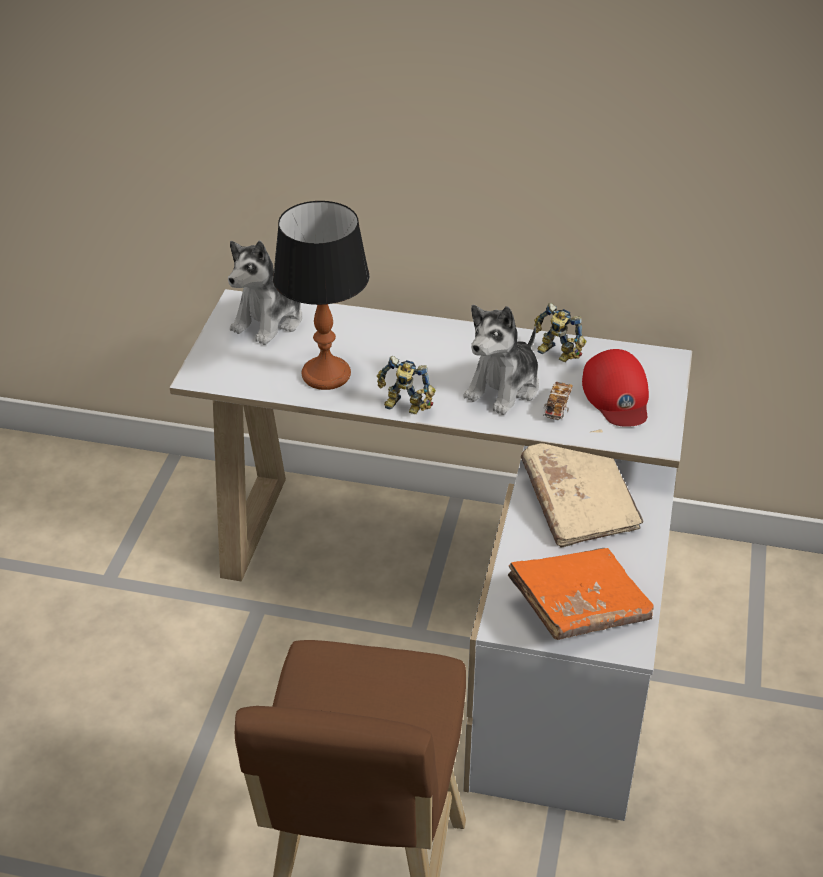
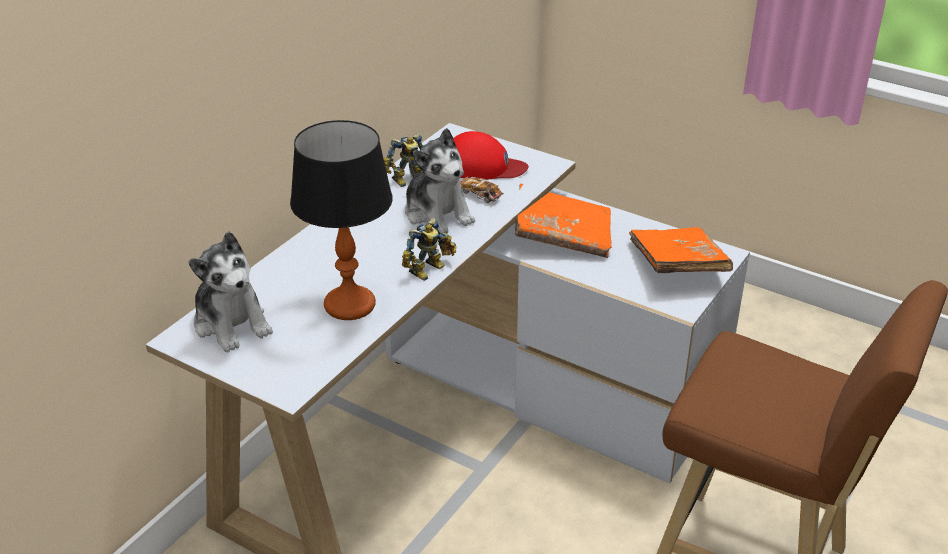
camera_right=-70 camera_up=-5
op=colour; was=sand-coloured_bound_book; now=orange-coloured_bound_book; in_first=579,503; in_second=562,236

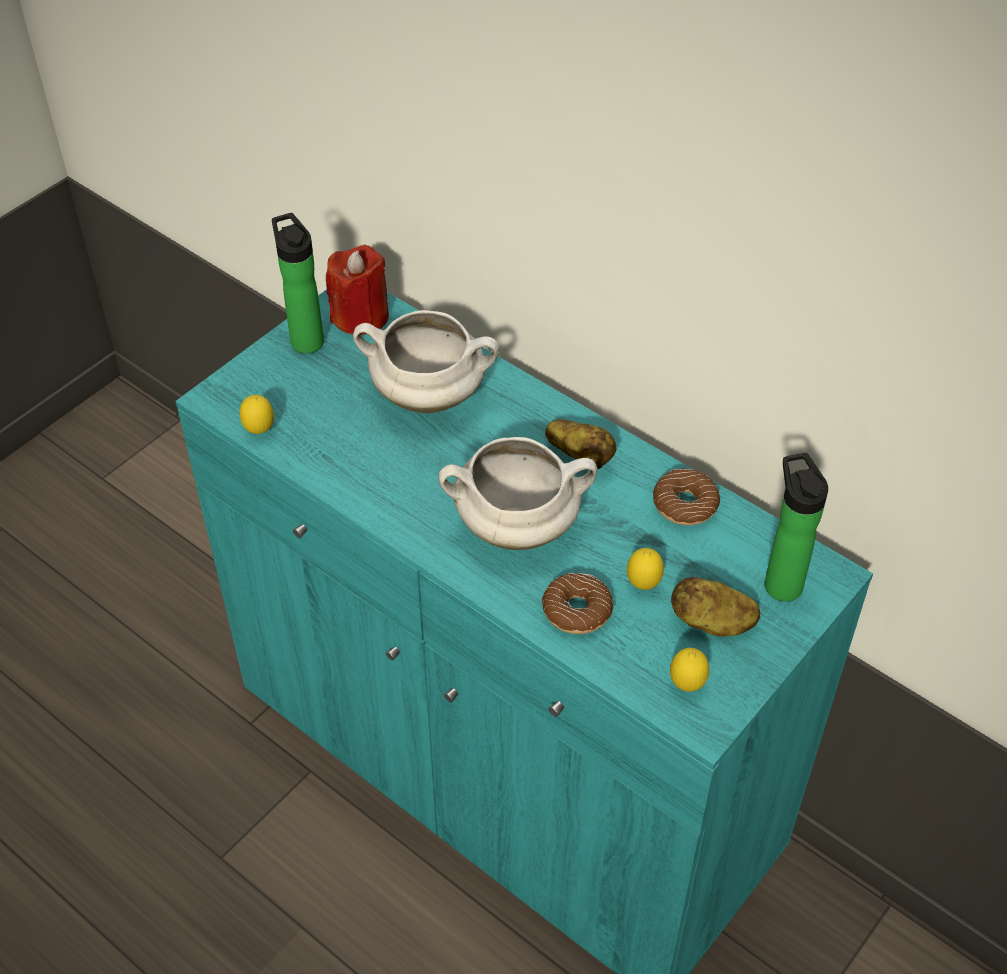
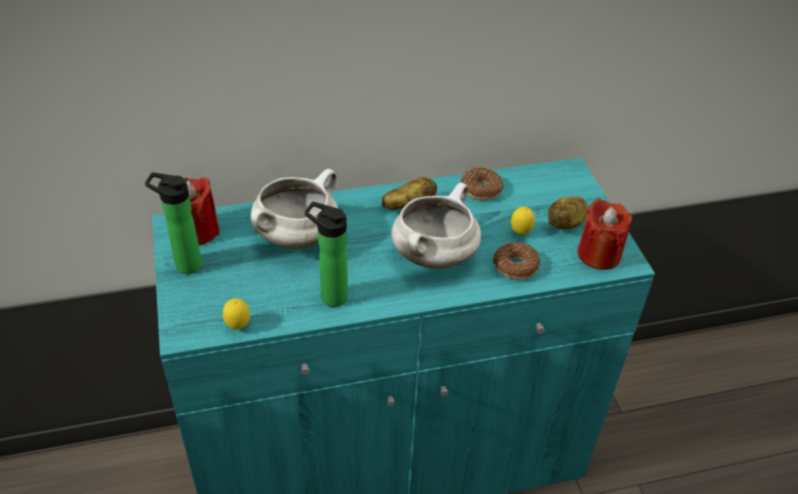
camera_right=-55 camera_up=-5
op=relocated; was=beverage_bottle; in_first=781,581; in_second=330,296
op=exchanged; was=citrus_fruit; now=red-coloured_wax_light; in_first=686,685; in_second=599,254

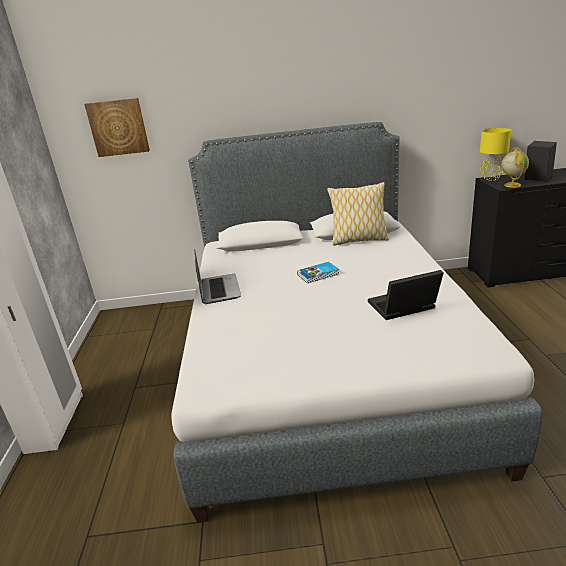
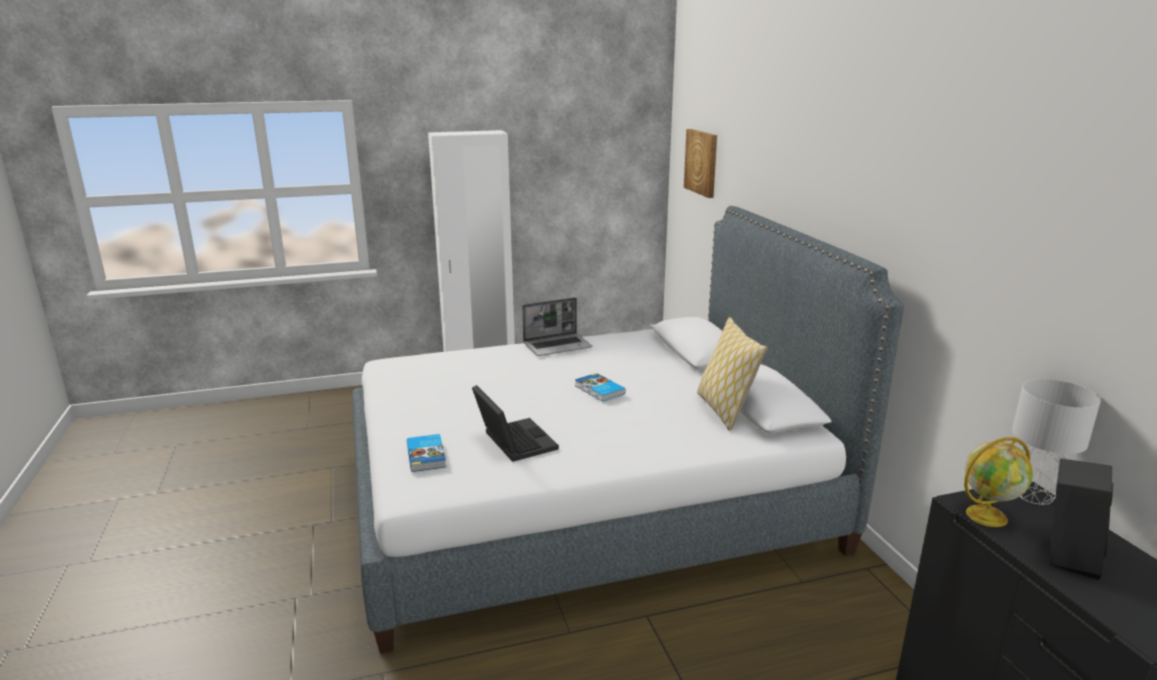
camera_right=75 camera_up=-5
op=colour; was=yellowish_tabletop_lamp; now=gray_tabletop_lamp; in_first=491,178; in_second=1033,496
op=appeared; now=bound_book; in_second=427,455

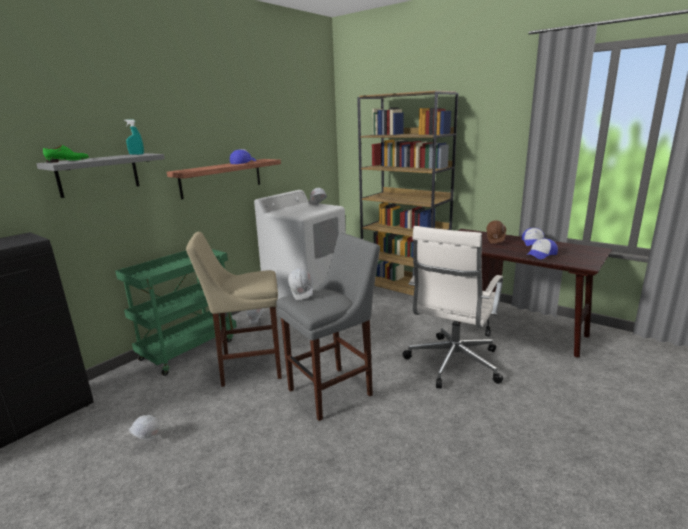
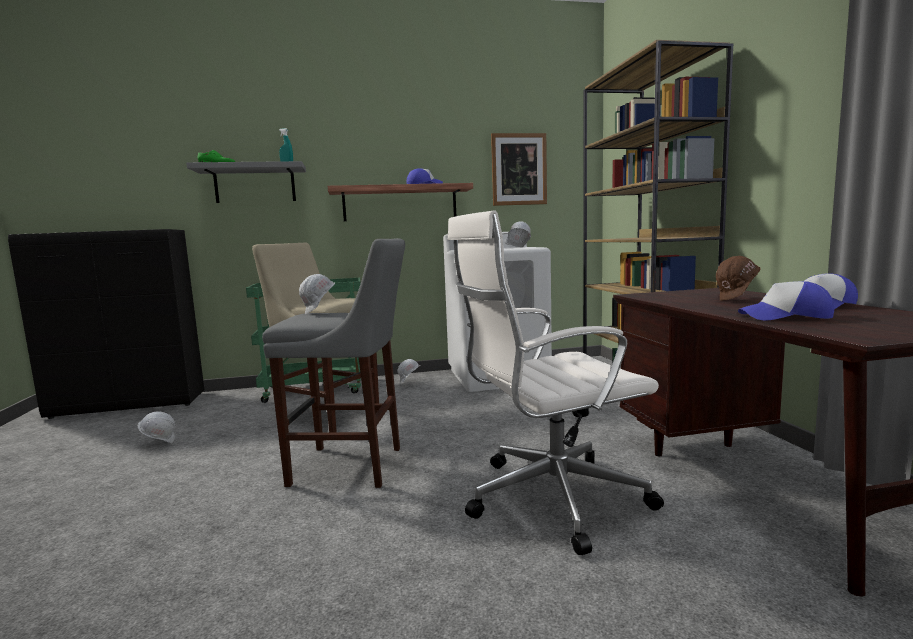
camera_right=40 camera_up=-10
op=appeared; now=wall_picture; in_second=519,169

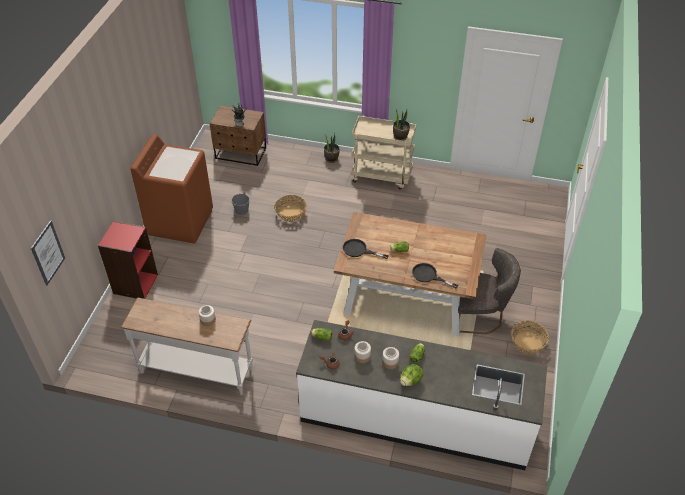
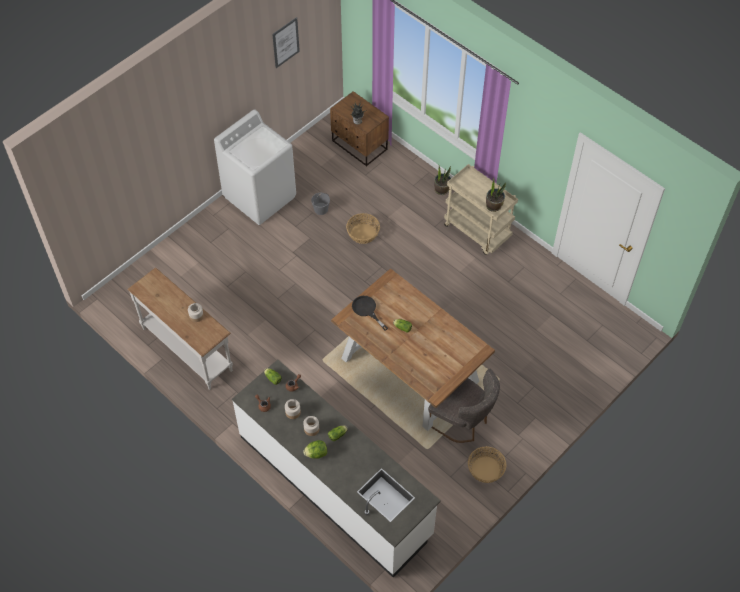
camera_right=30 camera_up=10
op=colour; was=brown-coloured_laundry_machine; now=white_laundry_machine; in_first=180,221; in_second=260,196
op=relocated; was=wall_picture; in_first=48,253; in_second=285,42
op=missing; was=red-coloured_bookcase; in_first=135,284
op=missing; was=black_skillet; in_first=428,276

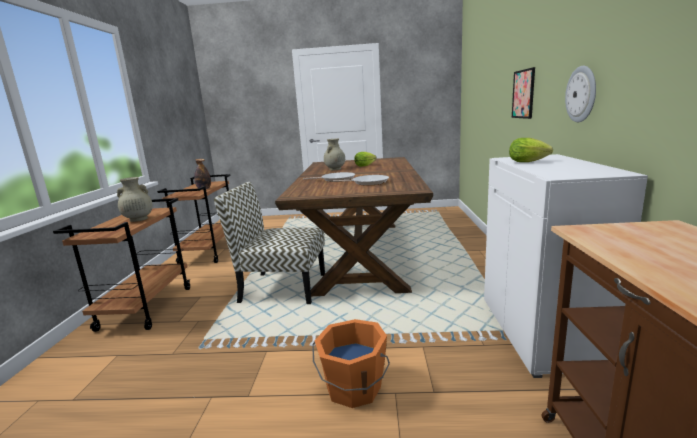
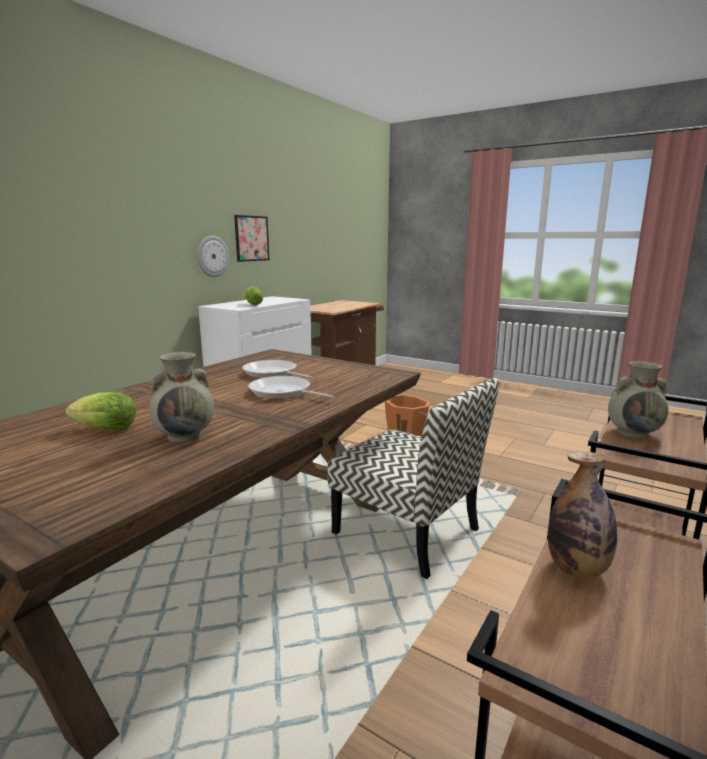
camera_right=-150 camera_up=0
op=relocated; was=wall_picture; in_first=523,94; in_second=251,238

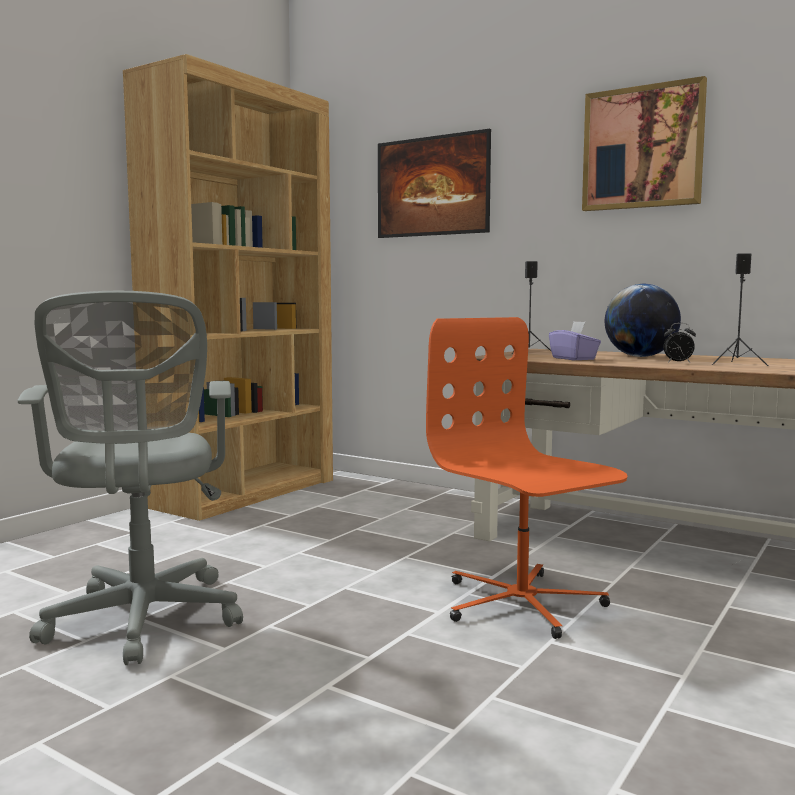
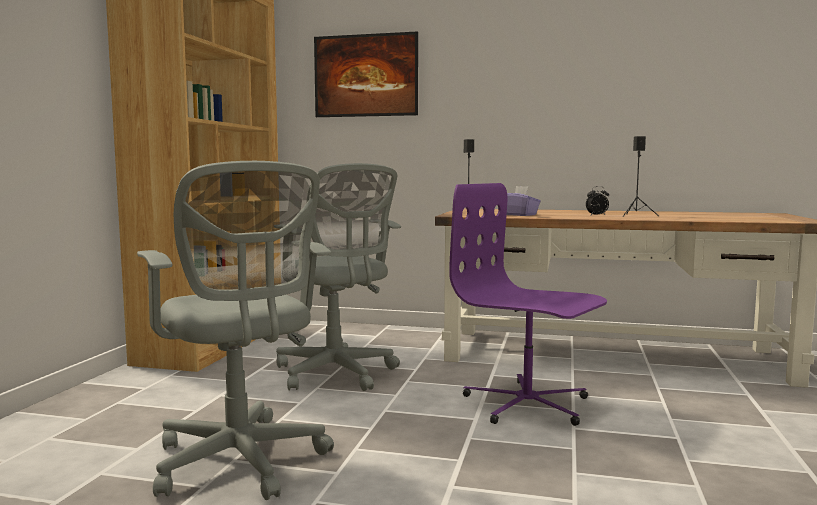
camera_right=-20 camera_up=0
op=missing; was=wall_picture; in_first=642,148
op=missing; was=desk_globe; in_first=640,356
op=colour; was=orange-coloured_computer_chair; now=purple-coloured_computer_chair; in_first=521,603; in_second=527,404
op=appeared; now=gray_computer_chair; in_second=337,374

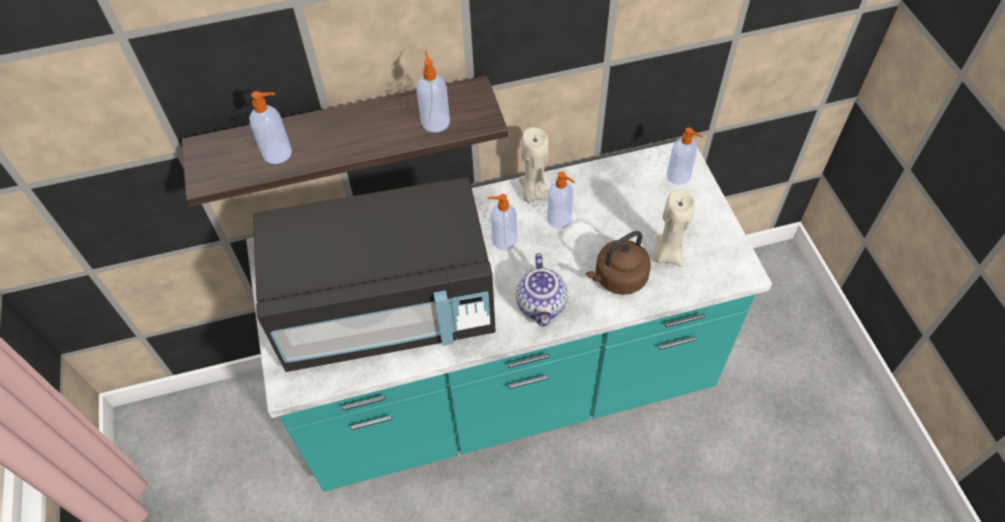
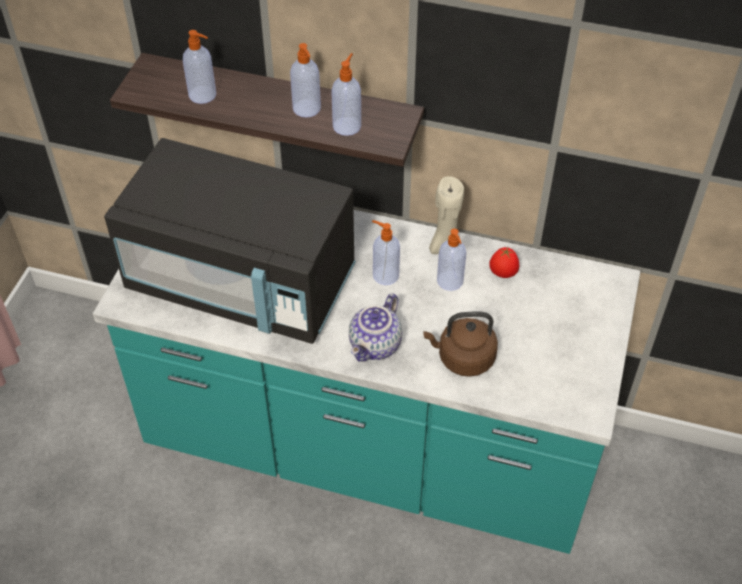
camera_right=30 camera_up=-5
op=relocated; was=soap_dispenser; in_first=679,176; in_second=307,109
op=missing; was=sand-coloured_wax_light; in_first=667,254
op=appeared; now=tomato; in_second=503,274

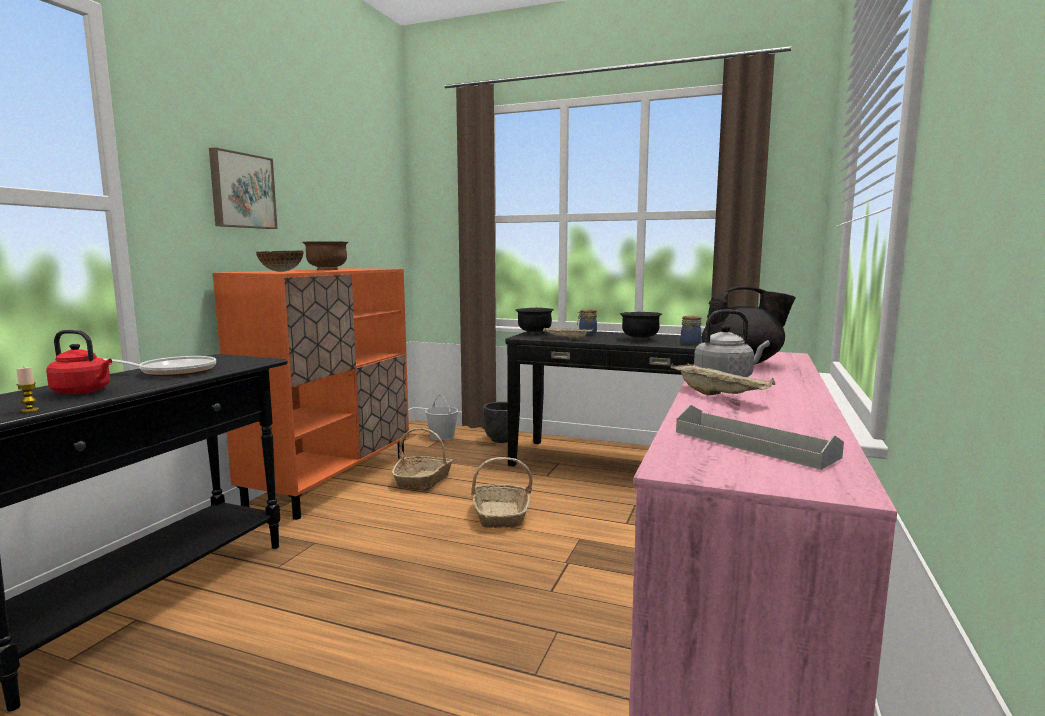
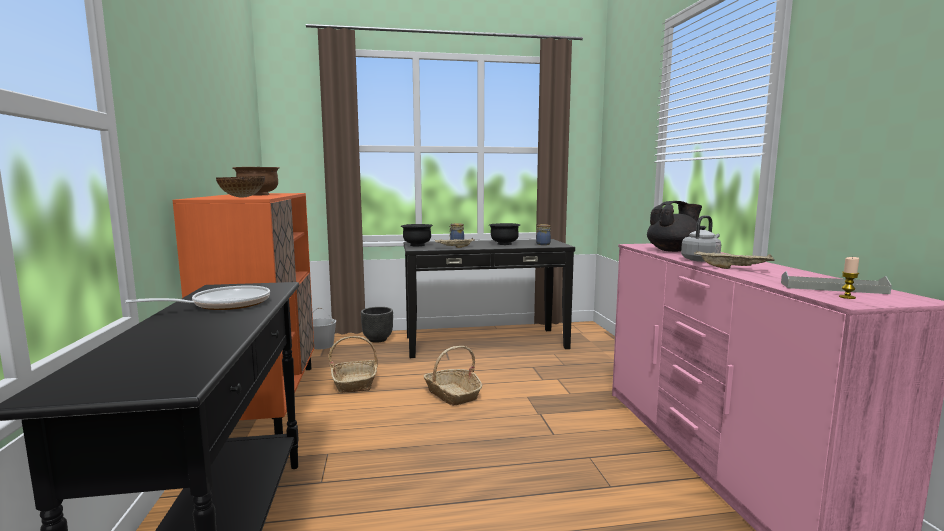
camera_right=-30 camera_up=0
op=missing; was=wall_picture; in_first=241,191
op=missing; was=red-coloured_kettle; in_first=84,391
op=relocated; was=wax_light; in_first=30,410; in_second=847,297

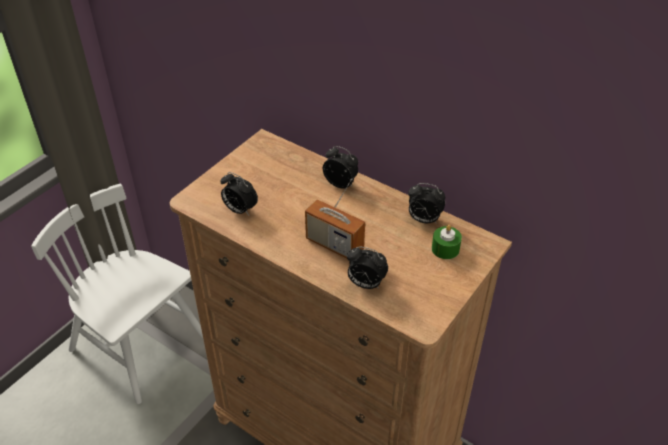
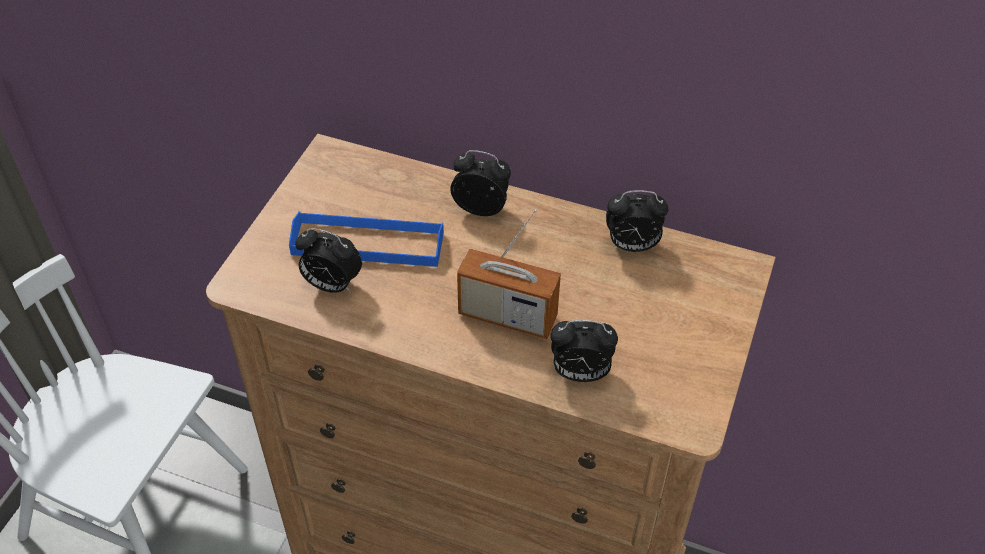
camera_right=-15 camera_up=5
op=missing; was=green_wax_light; in_first=445,249
op=appeared; now=blue-coloured_tray; in_second=368,244

